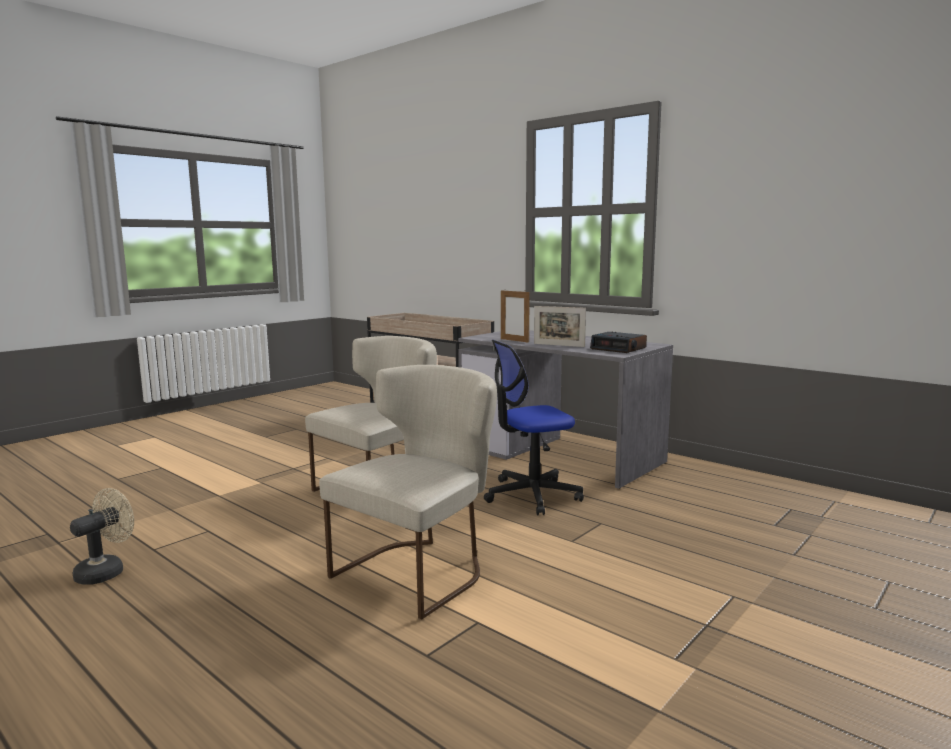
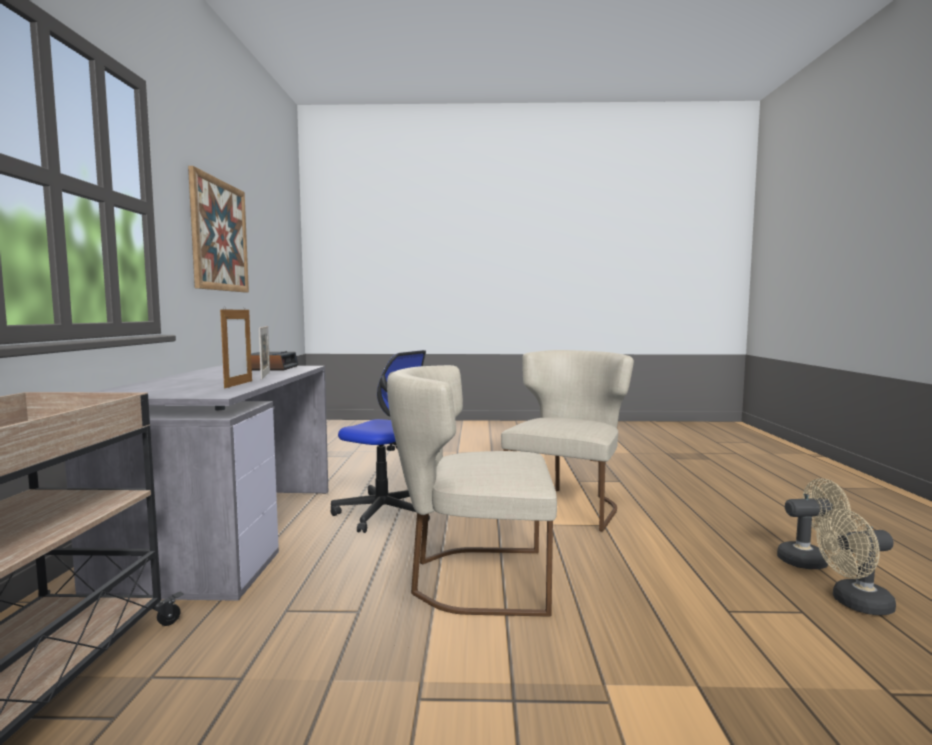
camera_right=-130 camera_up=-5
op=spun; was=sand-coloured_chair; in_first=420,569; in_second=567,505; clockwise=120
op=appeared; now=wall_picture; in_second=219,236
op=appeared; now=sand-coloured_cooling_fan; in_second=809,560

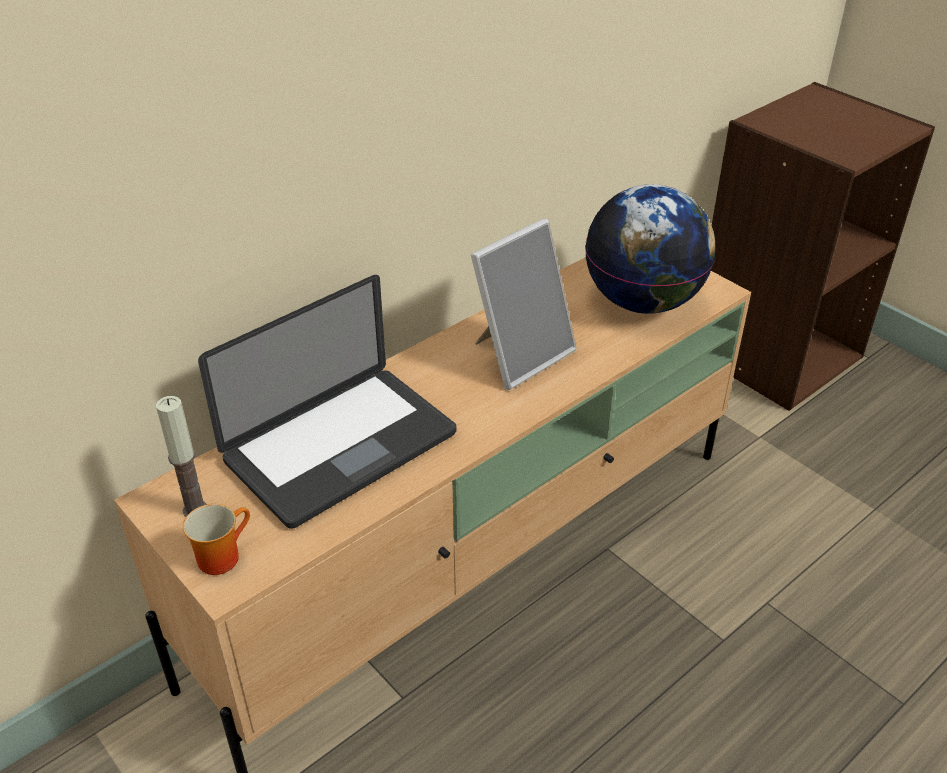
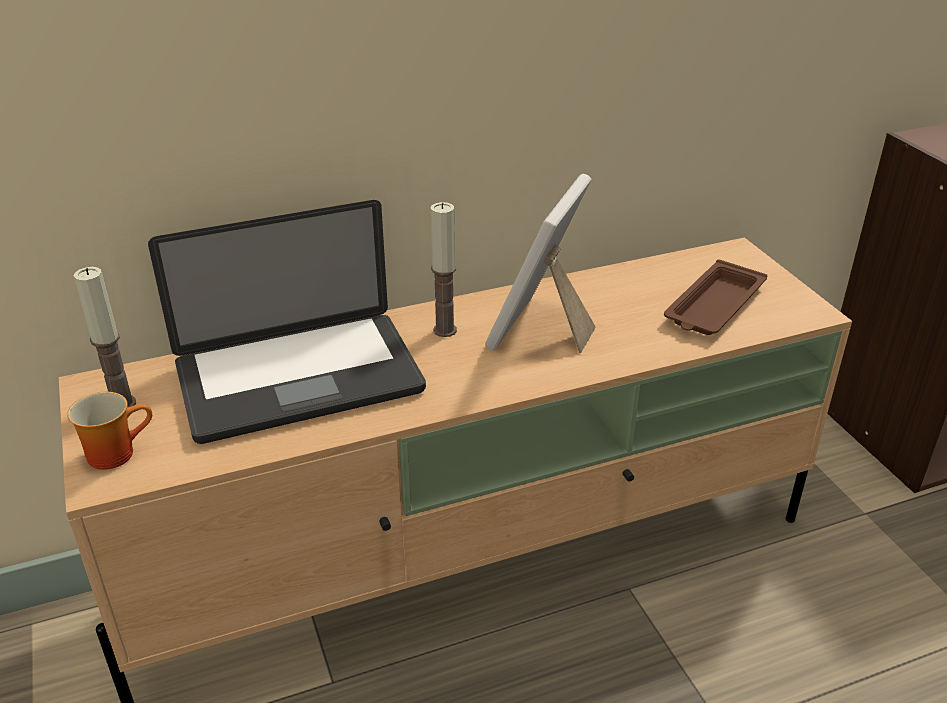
camera_right=20 camera_up=-5
op=exchanged; was=desk_globe; now=brown-coloured_tray; in_first=643,302; in_second=713,306
op=spun; was=picture_frame; in_first=519,354; in_second=541,331; clockwise=135
op=appeared; now=wax_light; in_second=444,330

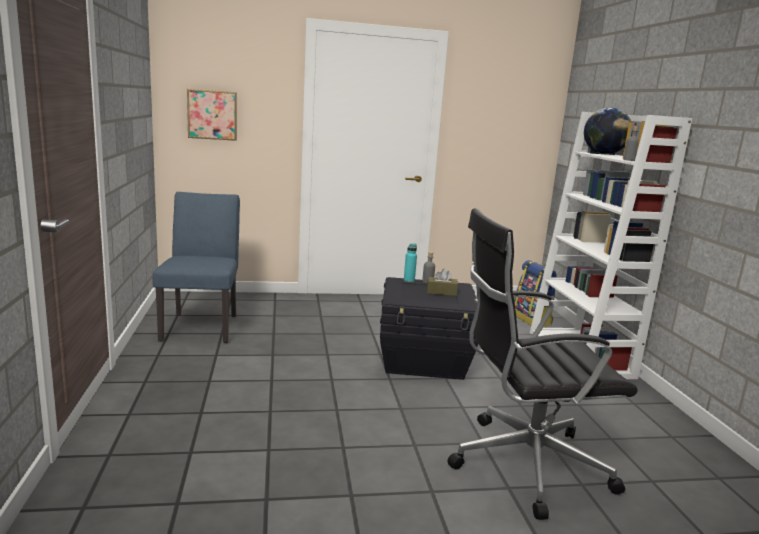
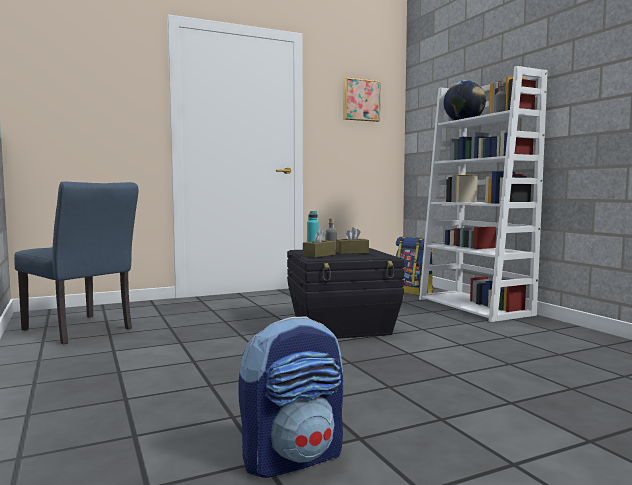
camera_right=-15 camera_up=-10
op=relocated; was=wall_picture; in_first=212,115; in_second=360,100
op=spun; was=blue-coloured_chair; in_first=202,325; in_second=81,330; clockwise=150
op=missing; was=black_computer_chair; in_first=524,464
op=appeared; now=brown-coloured_box_of_tissues; in_second=319,255
op=appeared; now=backpack; in_second=293,457

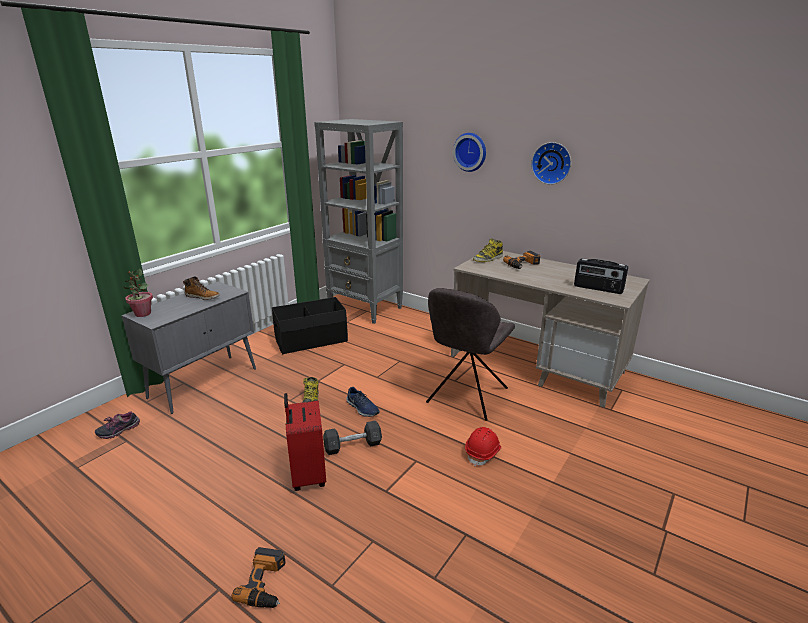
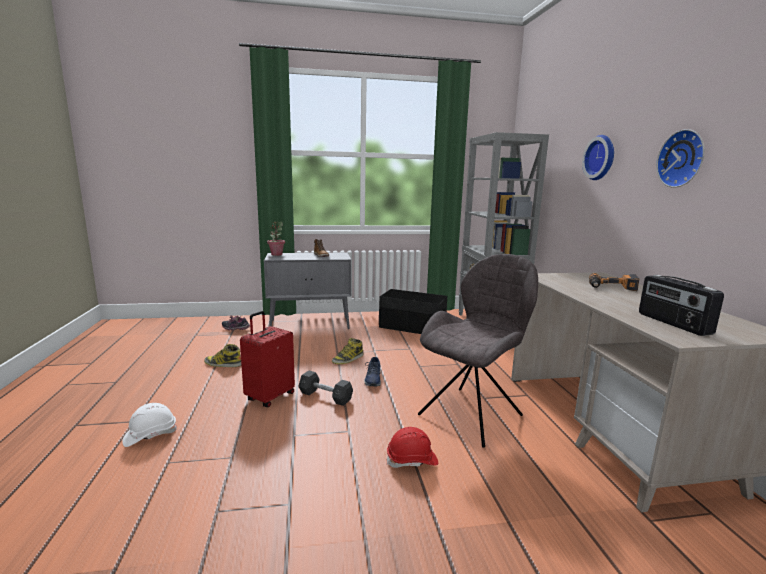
camera_right=45 camera_up=-10
op=relocated; was=tall_boot; in_first=488,259; in_second=223,364
op=spun; was=gray_chair; in_first=466,397; in_second=472,414; clockwise=150
op=exchanged; was=electric_drill; now=white_safety_helmet; in_first=266,583; in_second=150,435

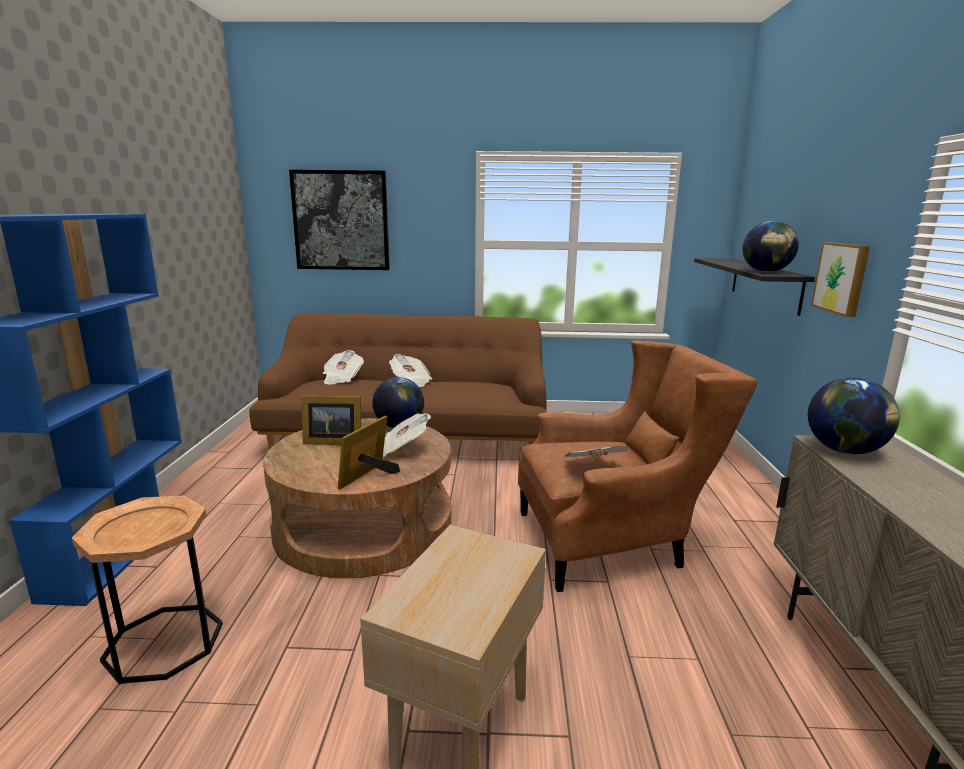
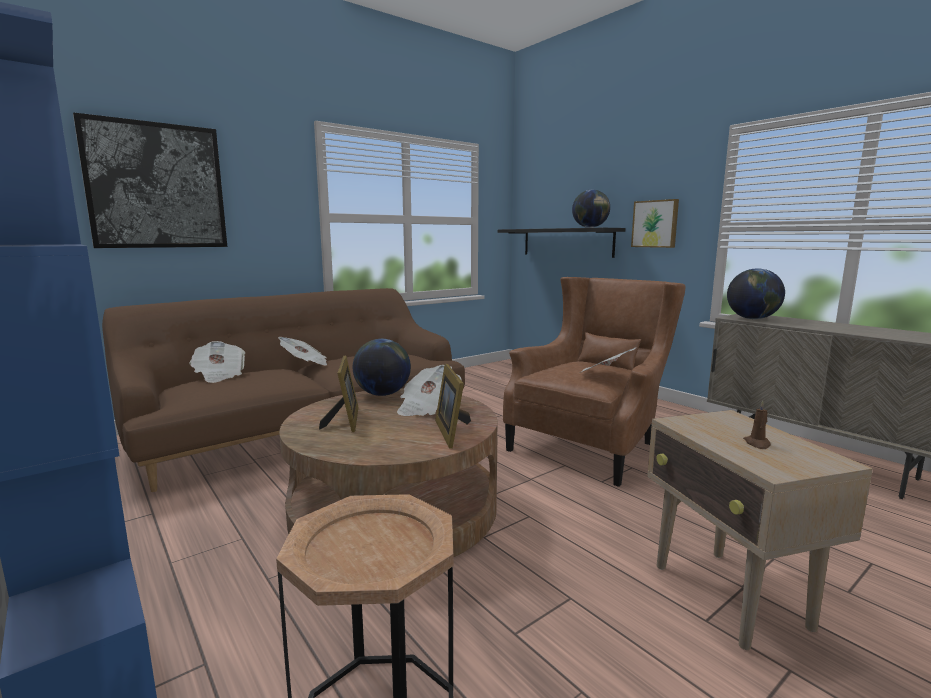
camera_right=-40 camera_up=-5
op=spun; was=picture_frame; in_first=332,441; in_second=345,420; clockwise=-60
op=appeared; now=brown-coloured_wax_light; in_second=757,444

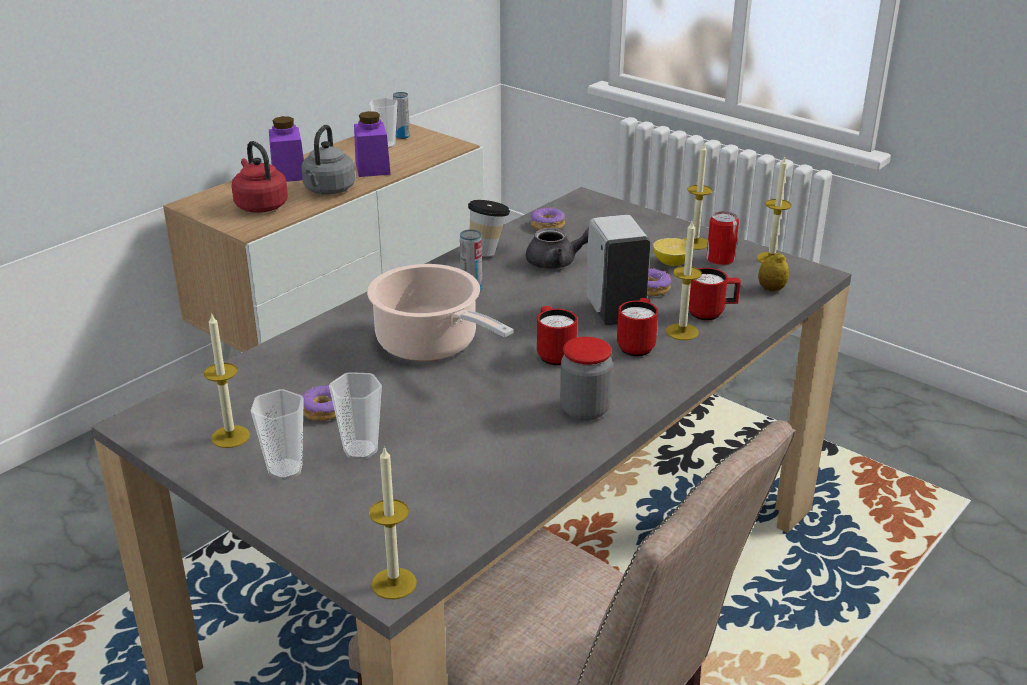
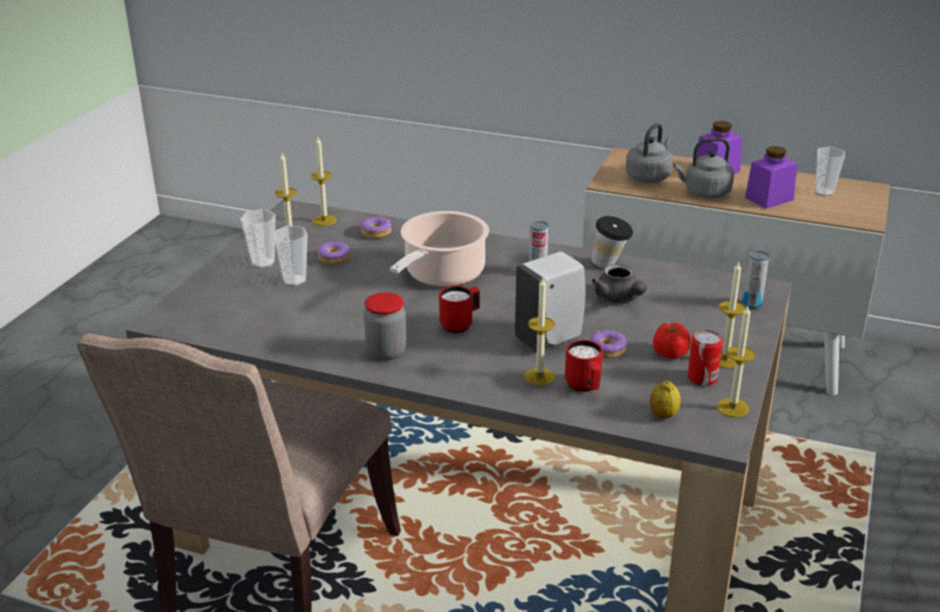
camera_right=70 camera_up=0
op=relocated; was=metal_can; in_first=402,136; in_second=752,304
op=colour; was=red-coloured_kettle; now=gray_kettle; in_first=260,205; in_second=649,177
op=relocated; was=doughnut; in_first=547,225; in_second=376,232
op=exchanged; was=citrus_fruit; now=tomato; in_first=671,263; in_second=669,353
op=missing; was=red-coloured_mug; in_first=637,345
op=relocated; was=wax_light; in_first=394,583; in_second=324,220

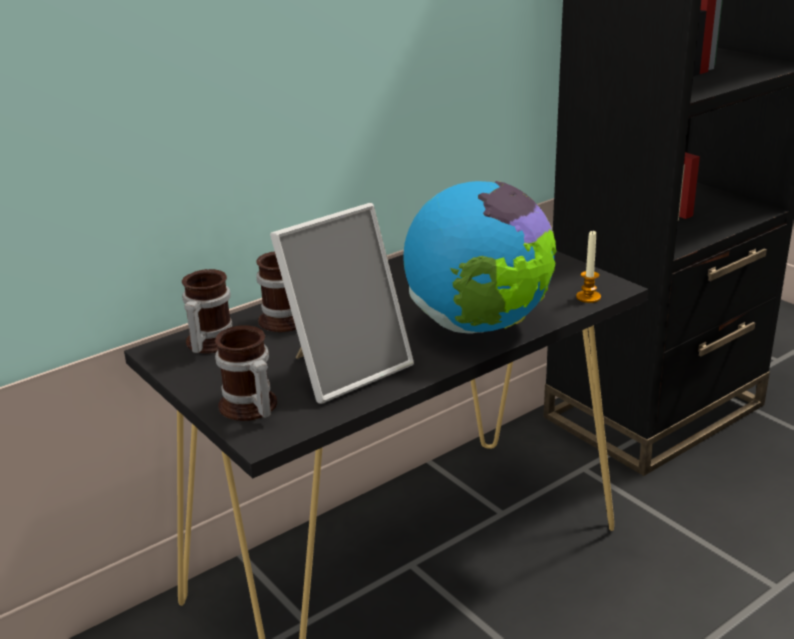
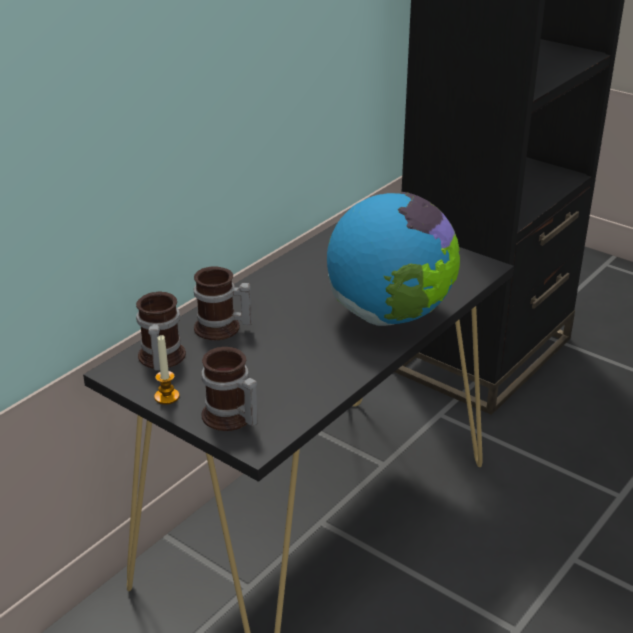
camera_right=-15 camera_up=5
op=missing; was=picture_frame; in_first=345,369
op=relocated; was=wax_light; in_first=588,297; in_second=167,397

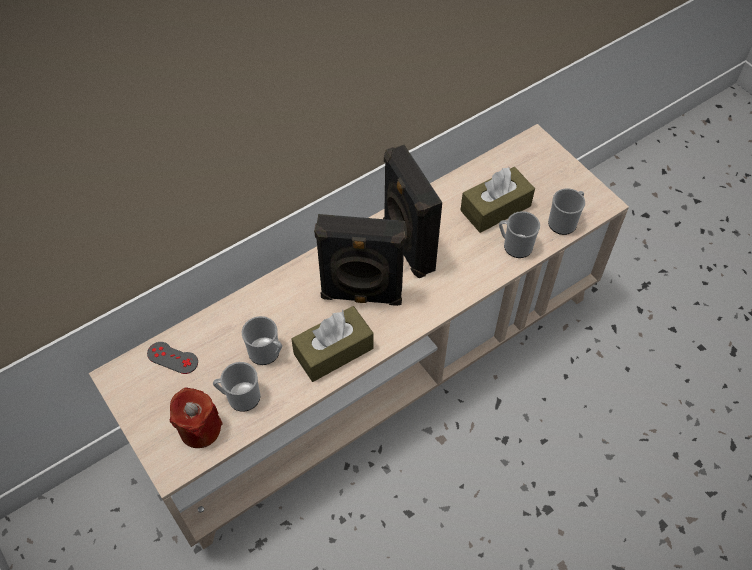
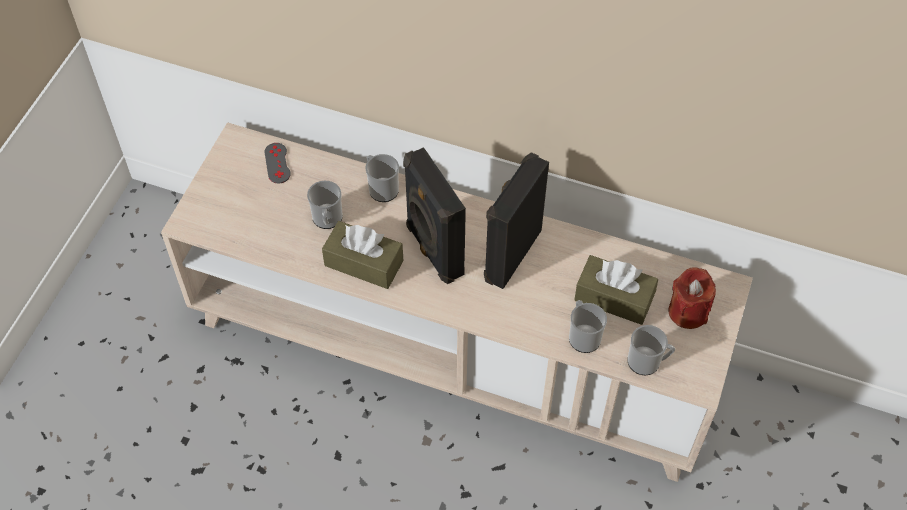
camera_right=55 camera_up=0
op=relocated; was=mug; in_first=240,397; in_second=381,188
op=relocated; was=red-coloured_wax_light; in_first=200,429; in_second=688,312

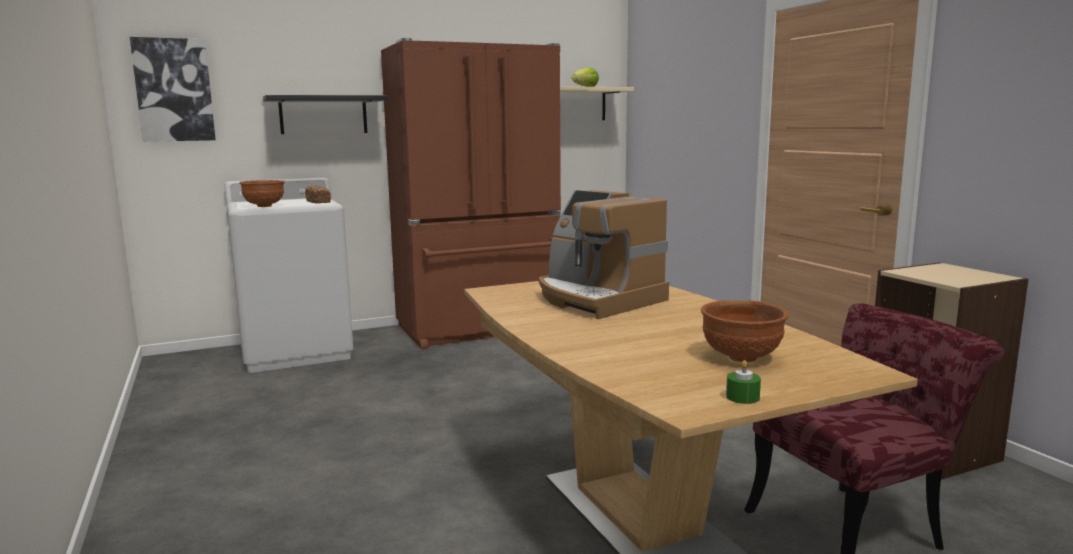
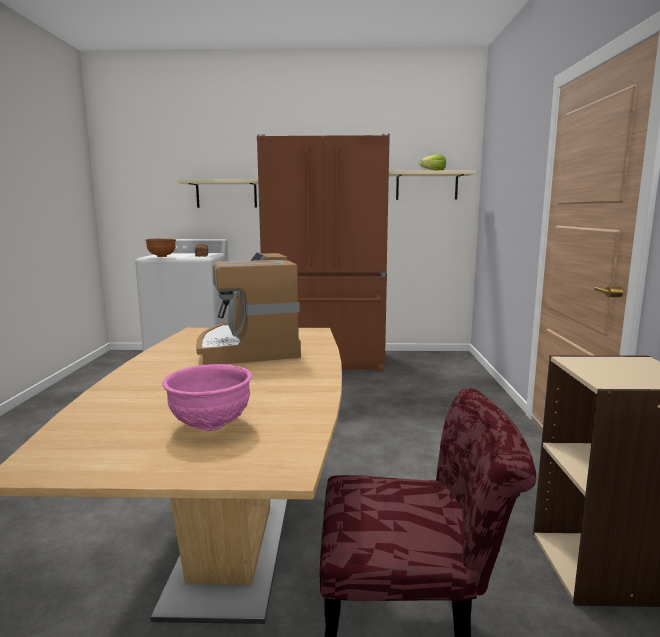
camera_right=25 camera_up=0
op=missing; was=wall_picture; in_first=174,90
op=colour; was=black_wall_shelf; now=sand-coloured_wall_shelf; in_first=323,115; in_second=226,194
op=colour; was=brown-coloured_serving_bowl; now=pink_serving_bowl; in_first=741,358; in_second=209,425
op=missing; was=green_wax_light; in_first=742,397

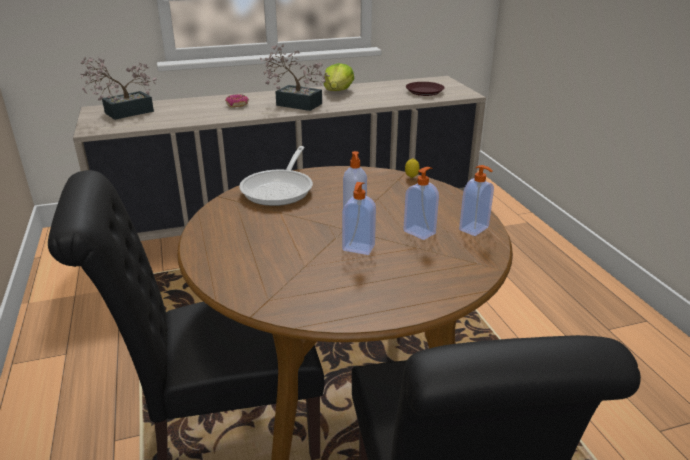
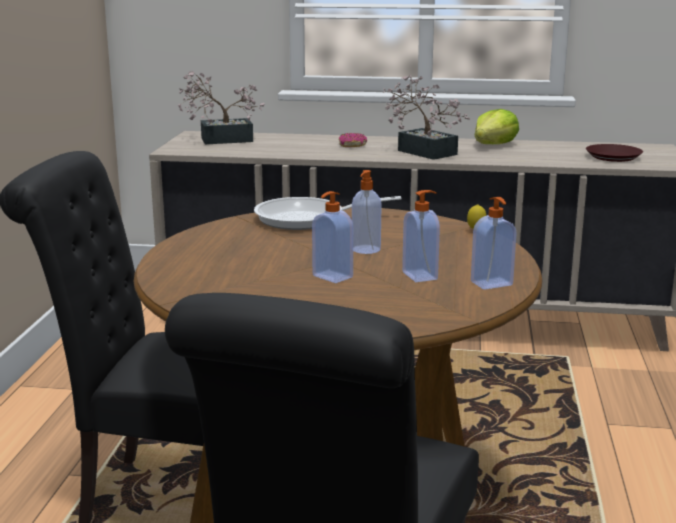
camera_right=25 camera_up=-10
op=spun; was=skillet; in_first=280,189; in_second=308,219; clockwise=45

